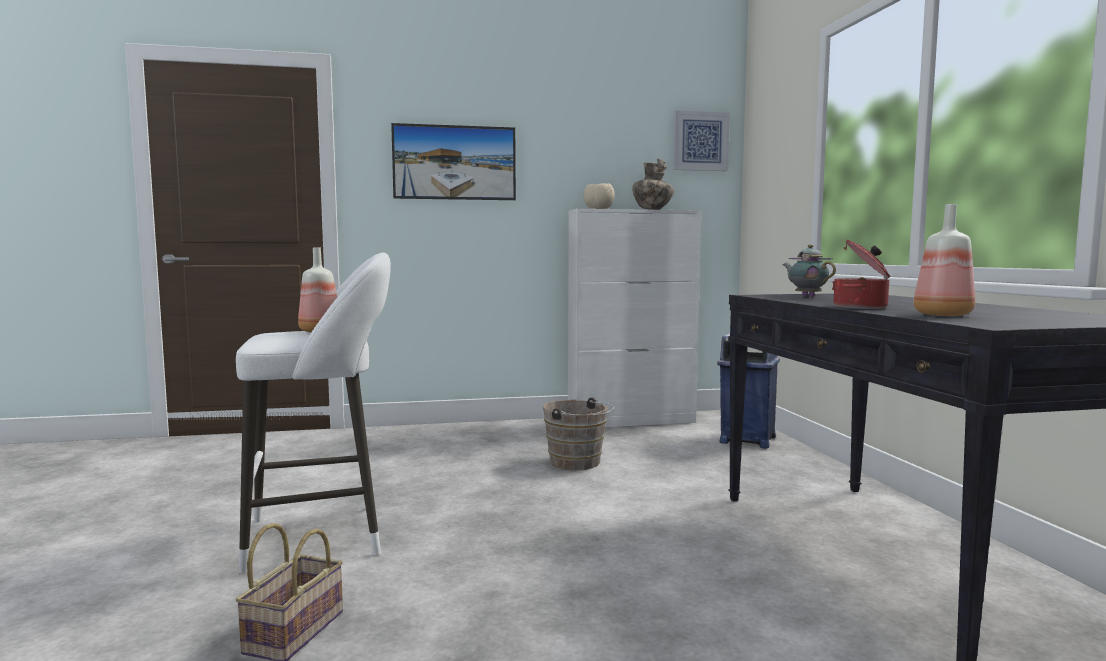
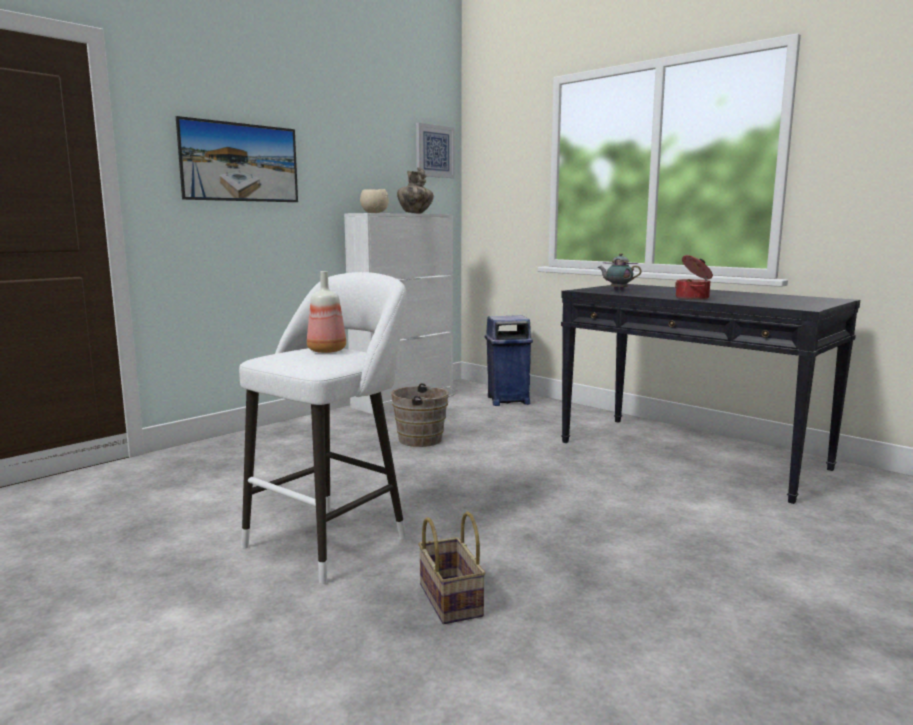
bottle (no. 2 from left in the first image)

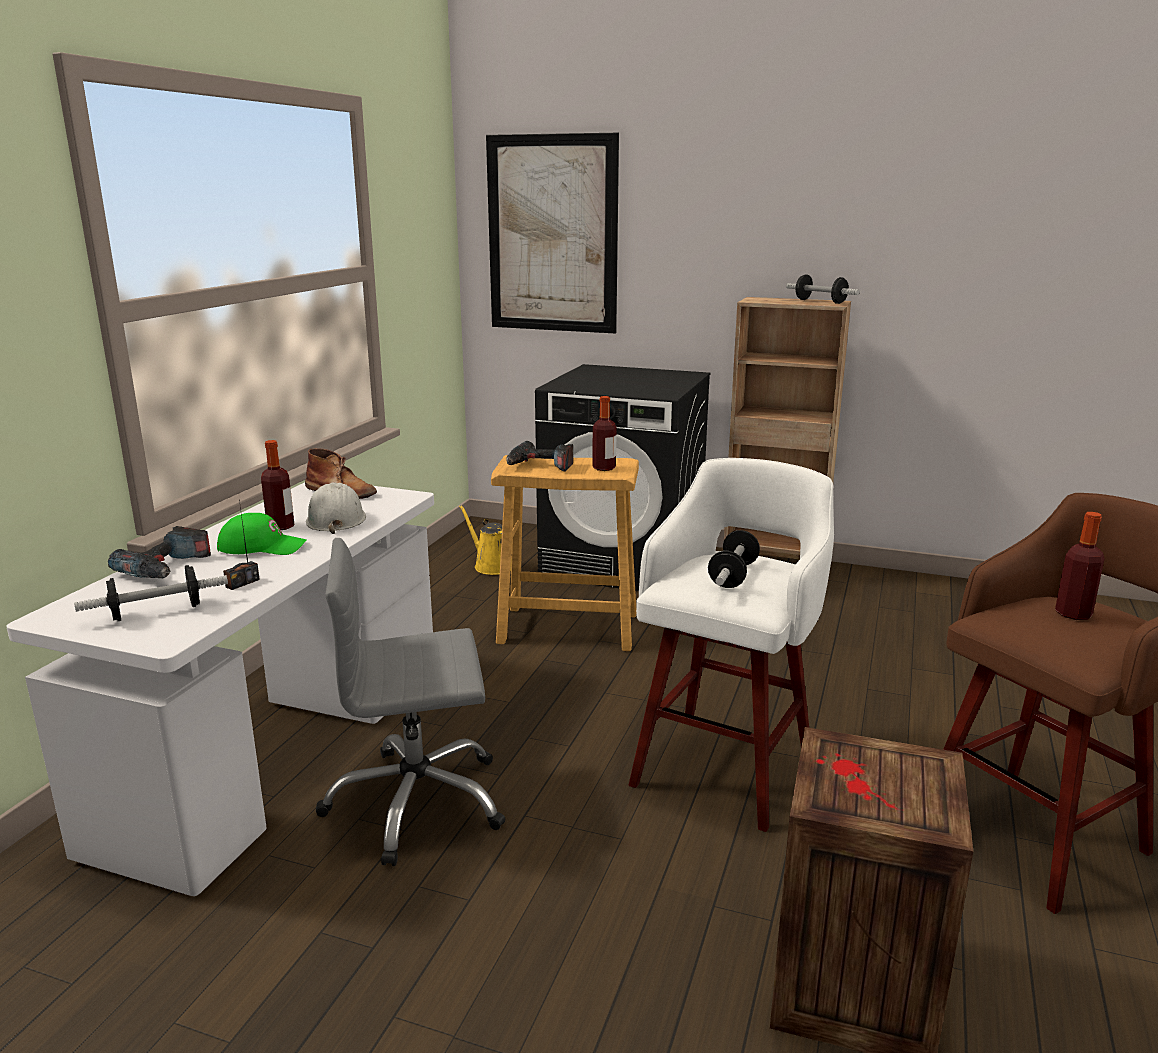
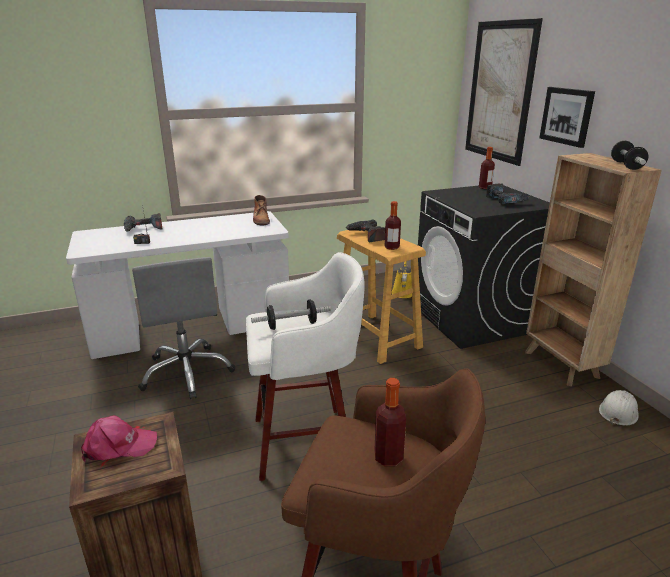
dumbbell (no. 1 from left in the first image)
green cap
bottle (no. 3 from left)
white hard hat
grey office chair
pink cap
power drill (no. 3 from left)
picture (no. 2 from left)

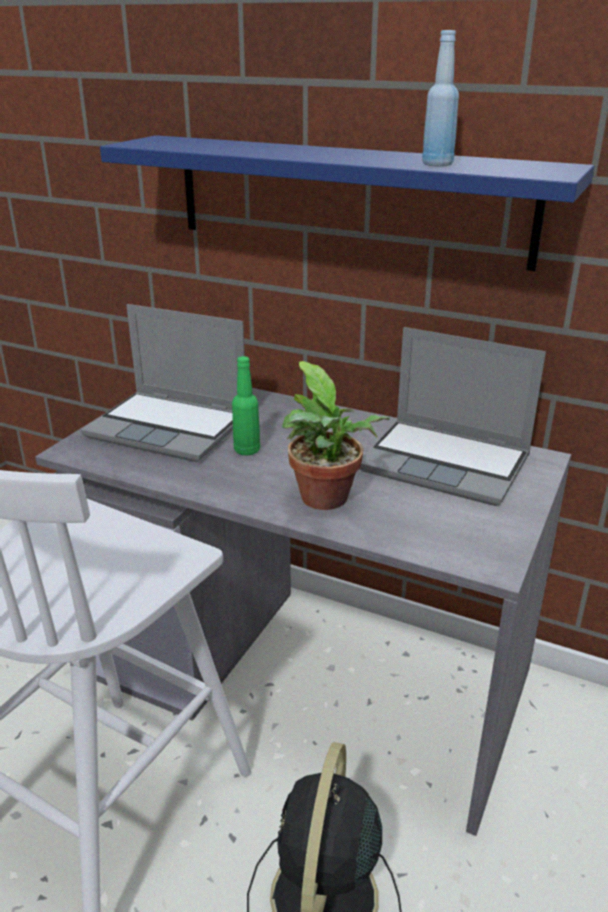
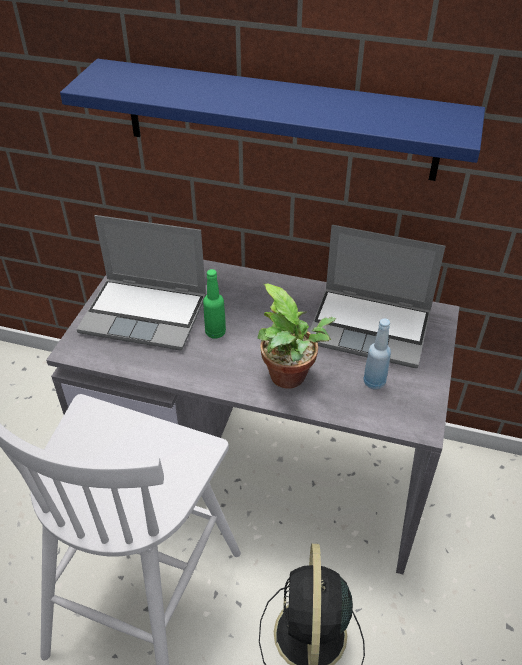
blue bottle

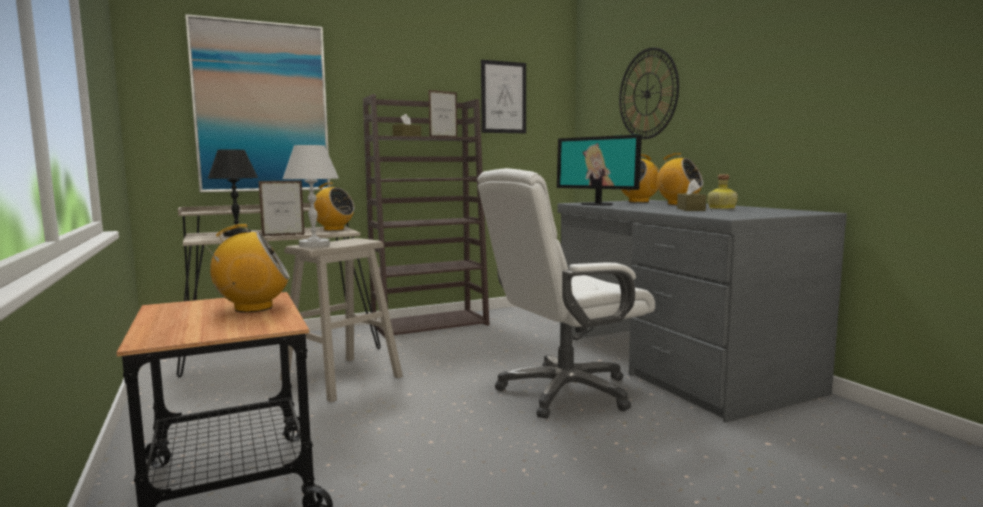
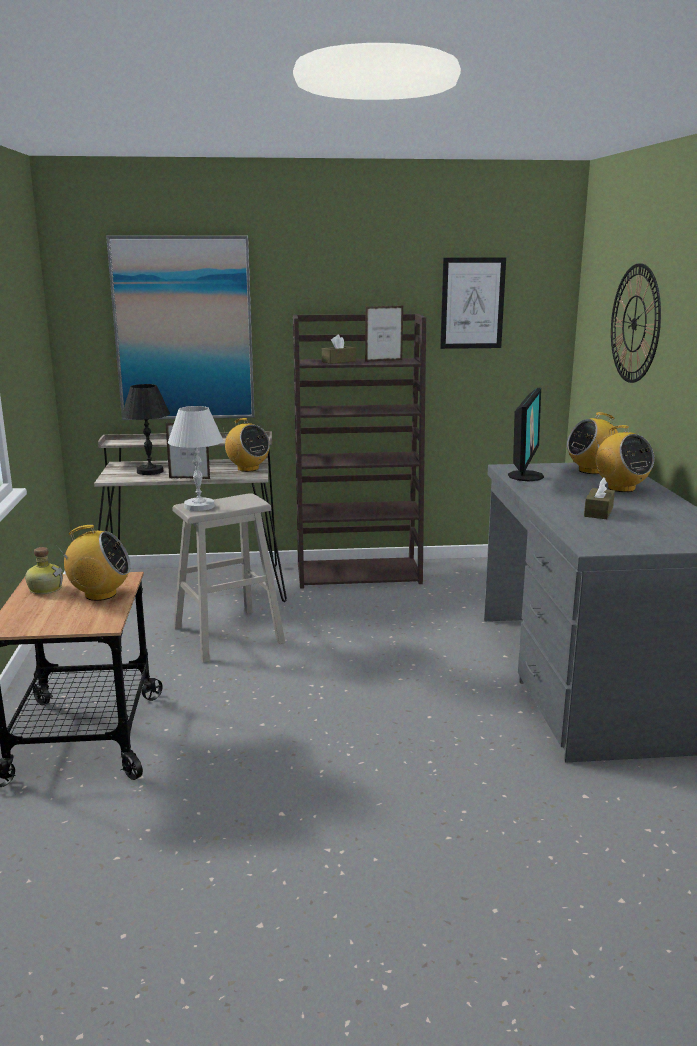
white office chair
monitor
bottle

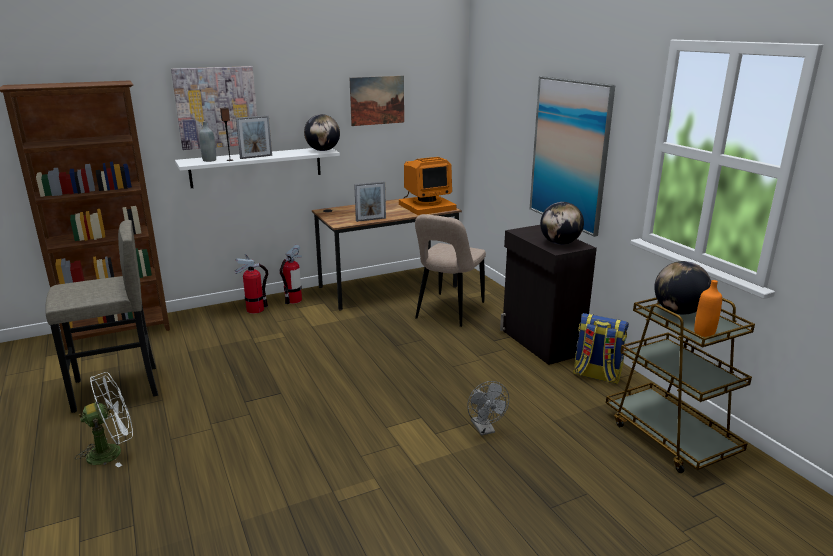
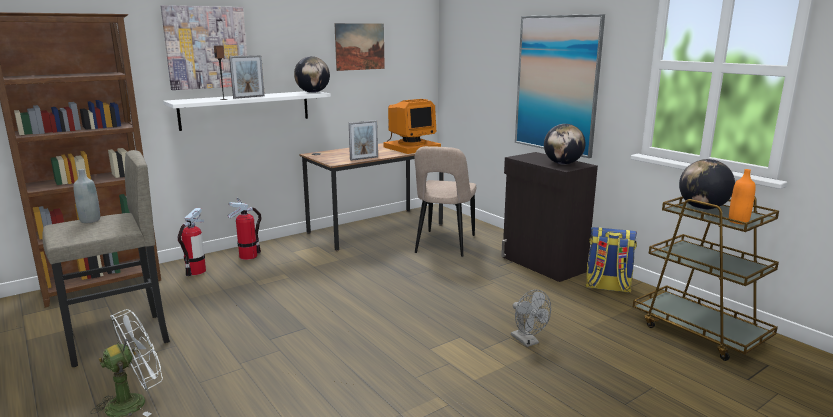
grey bottle
fire extinguisher (no. 1 from left)

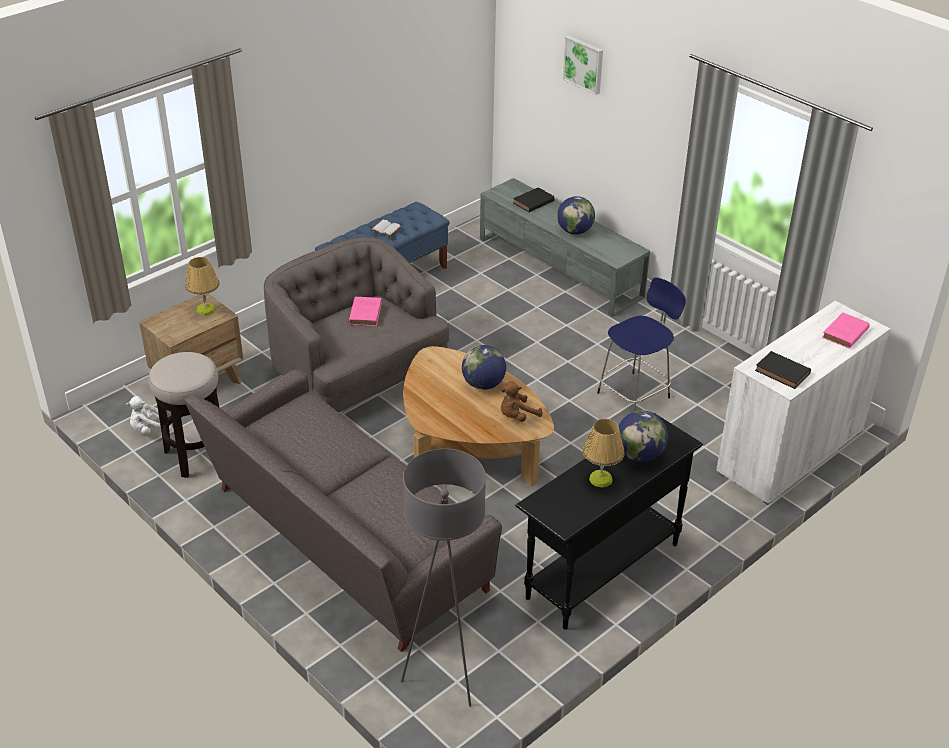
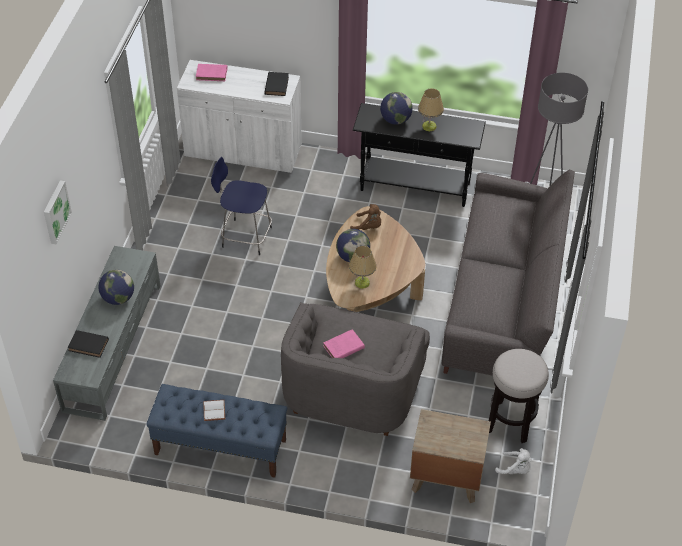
table lamp (no. 1 from left)

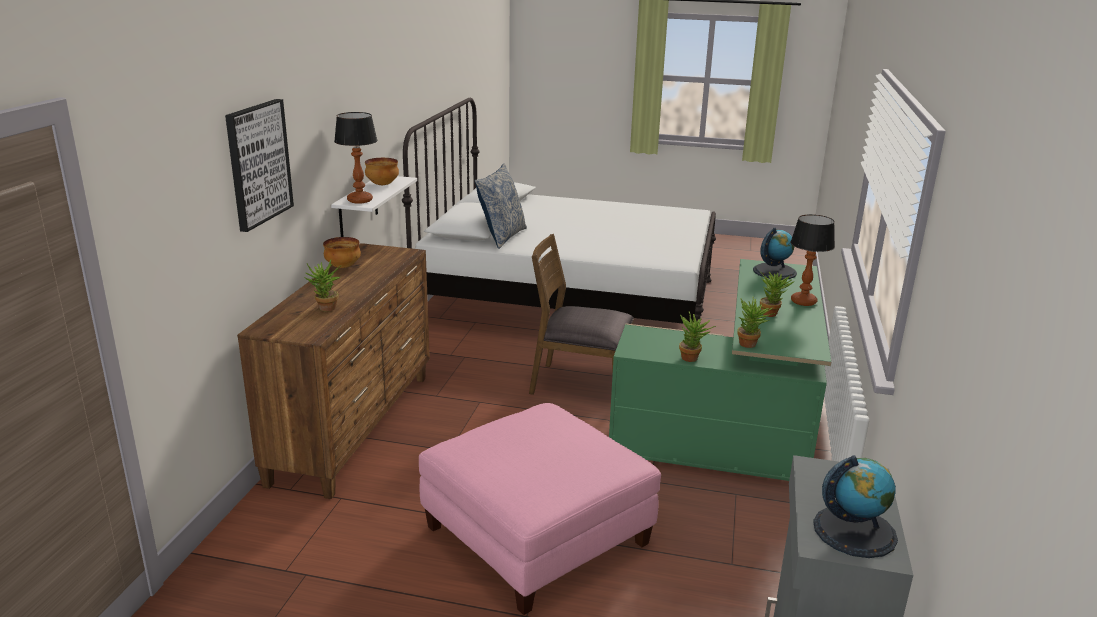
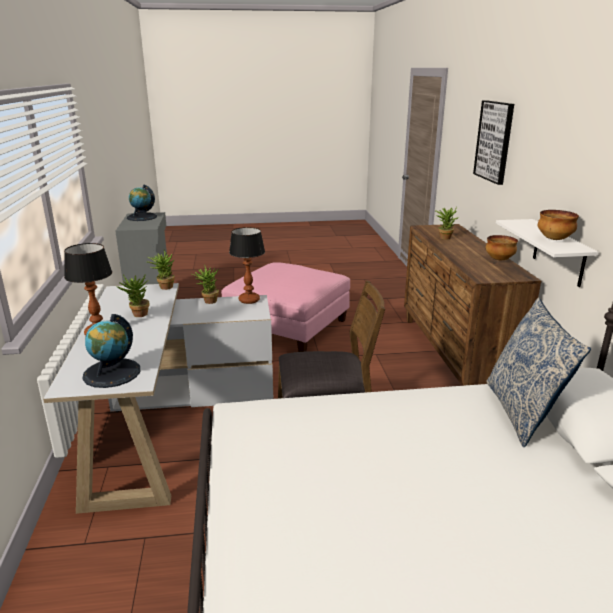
table lamp (no. 2 from left)
white desk

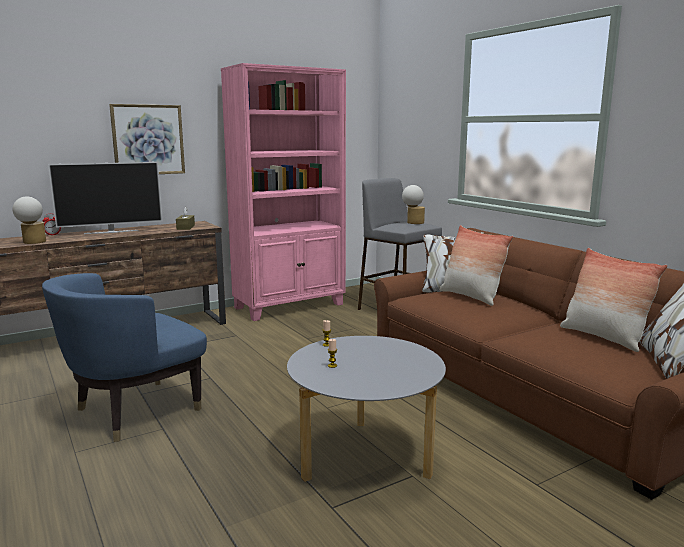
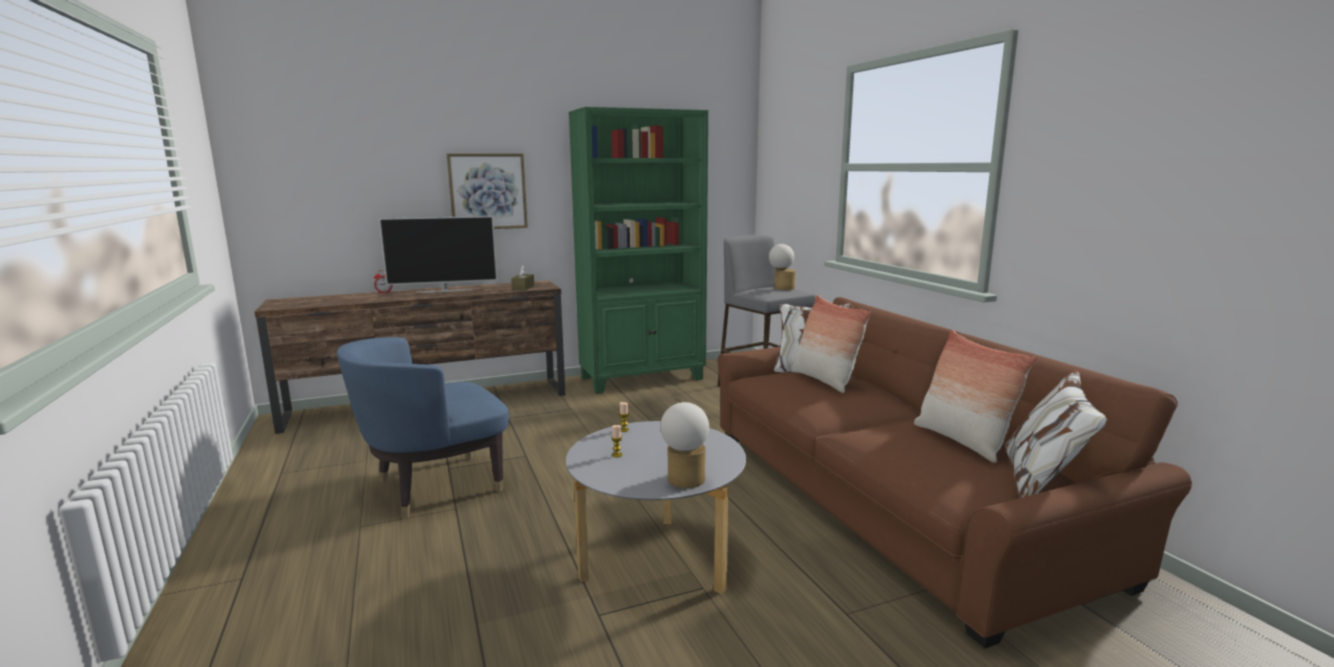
table lamp (no. 1 from left)
green bookcase

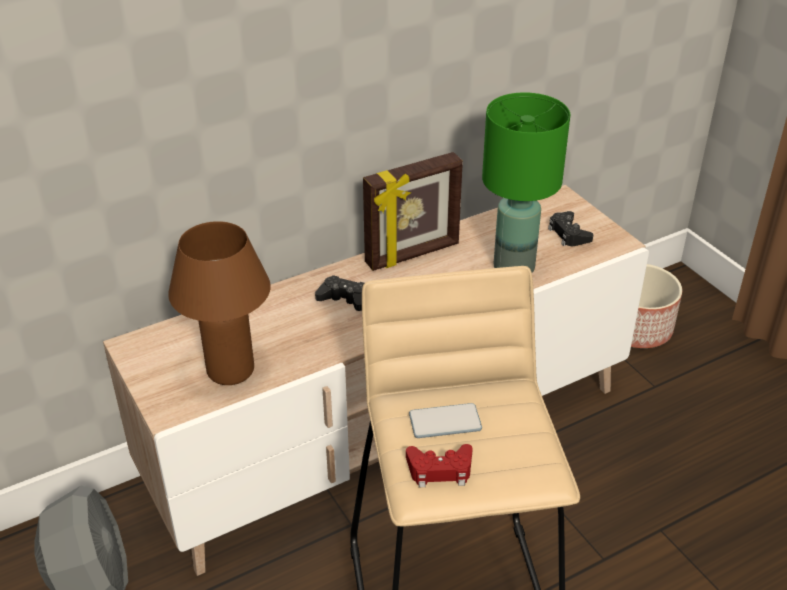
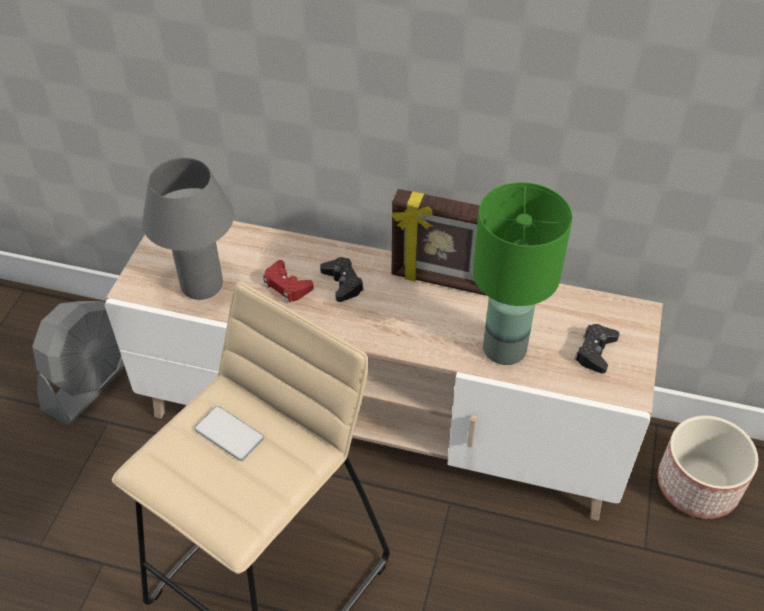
grey table lamp
red game controller

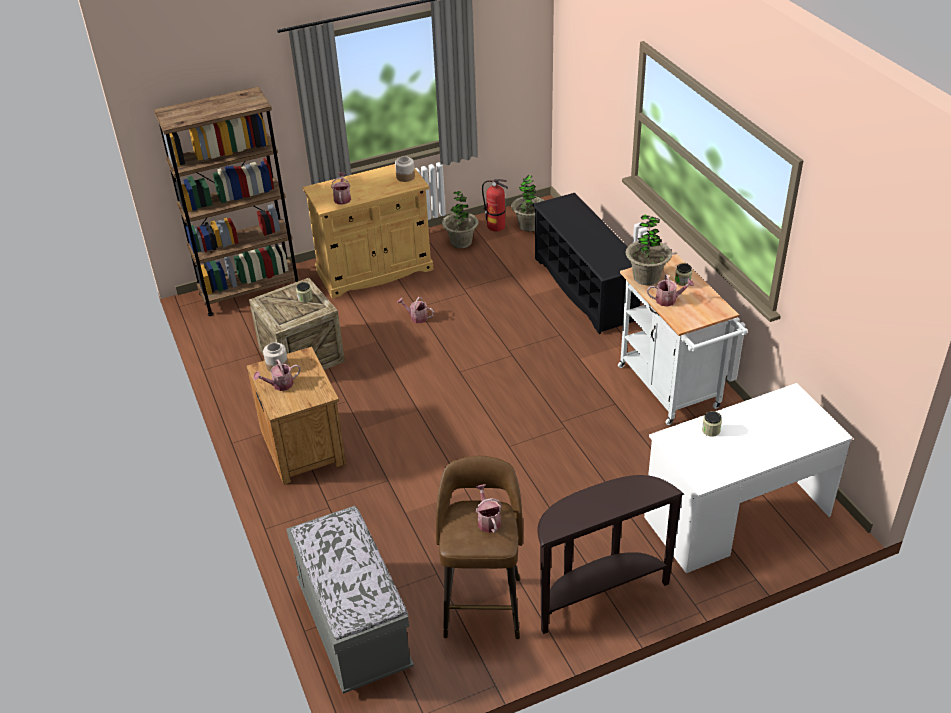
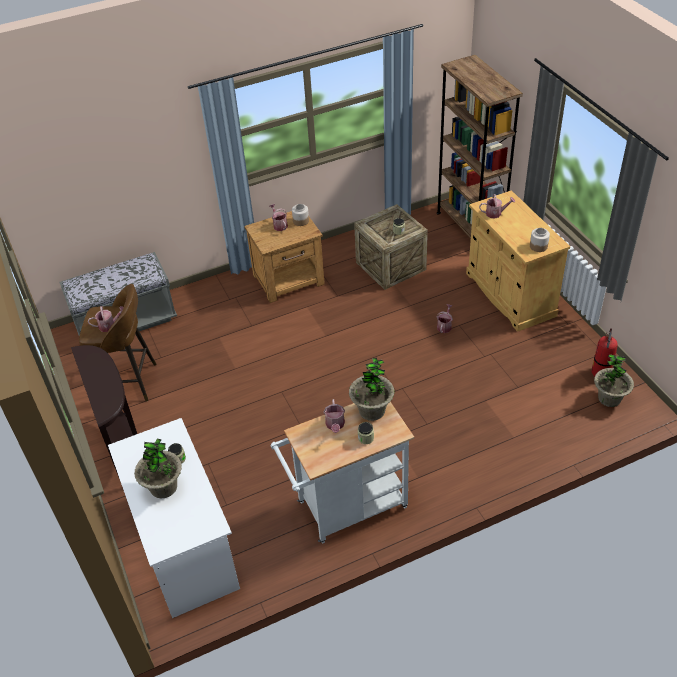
potted plant (no. 1 from left)
black shoe rack

